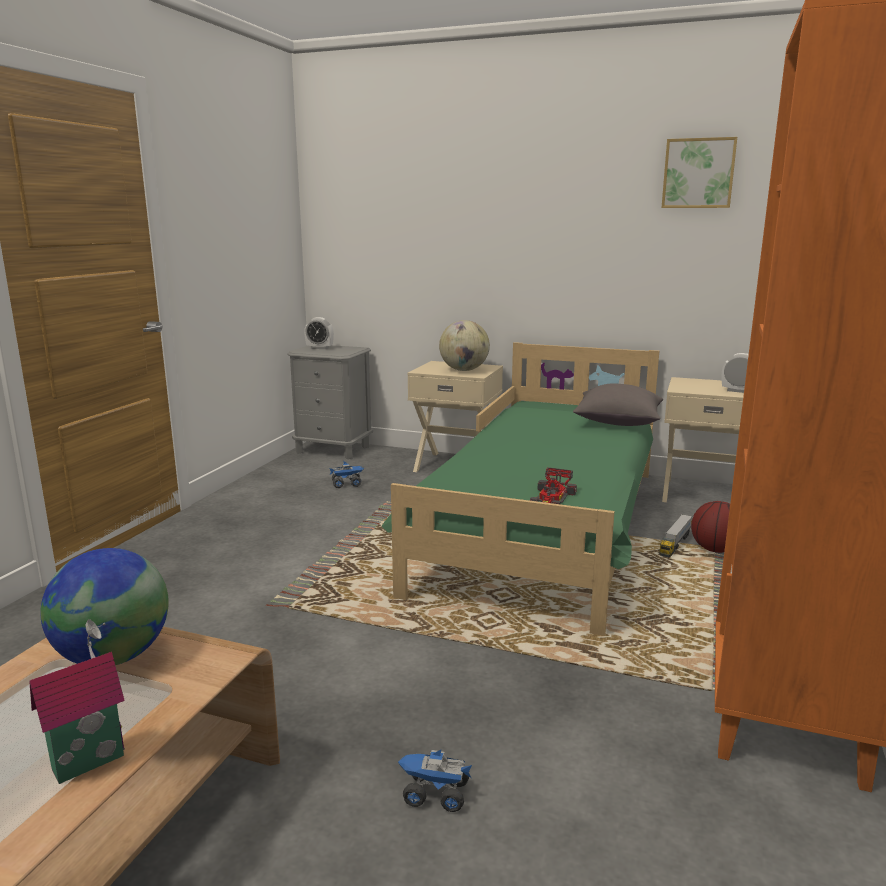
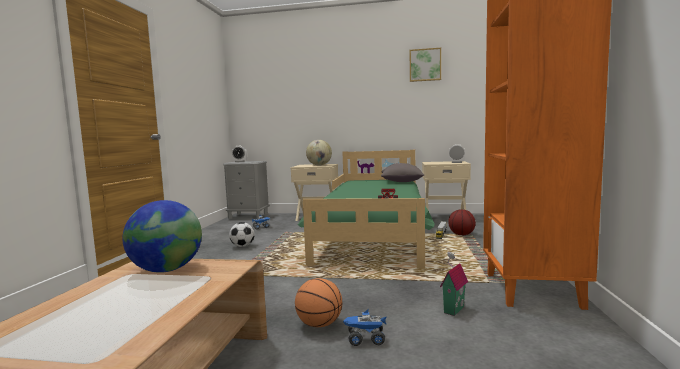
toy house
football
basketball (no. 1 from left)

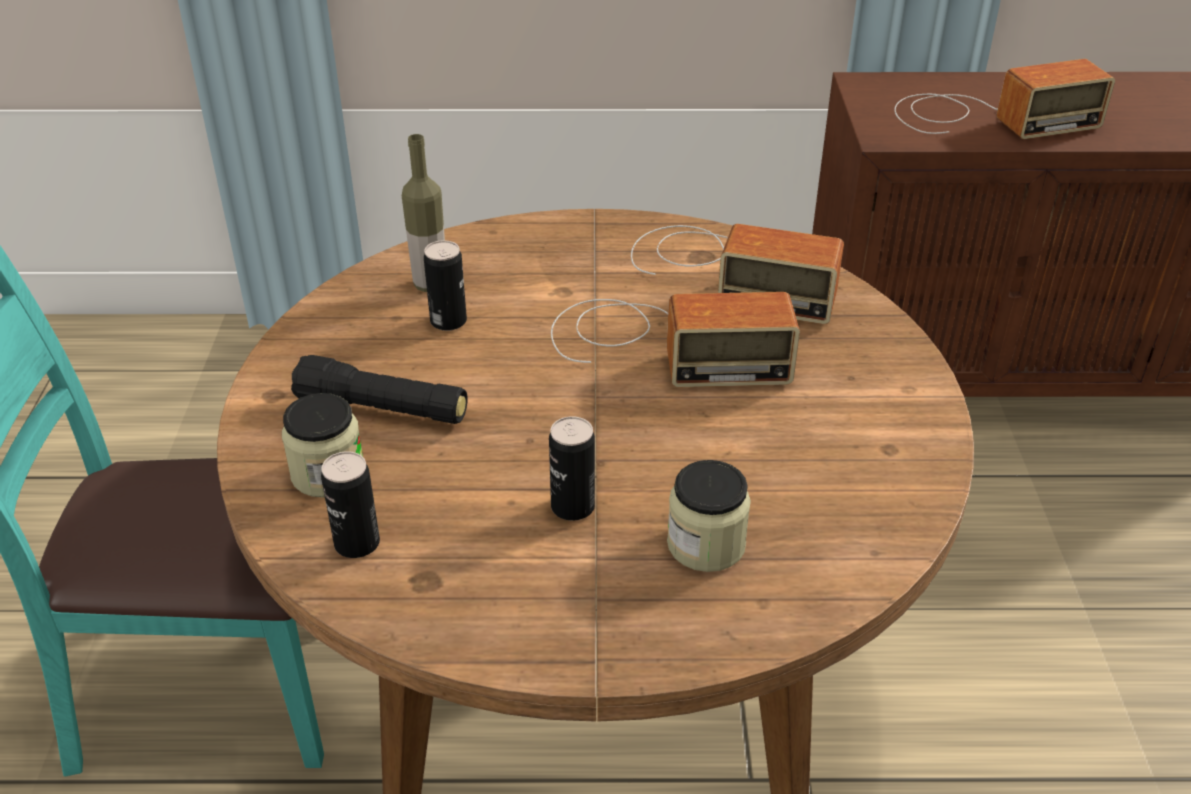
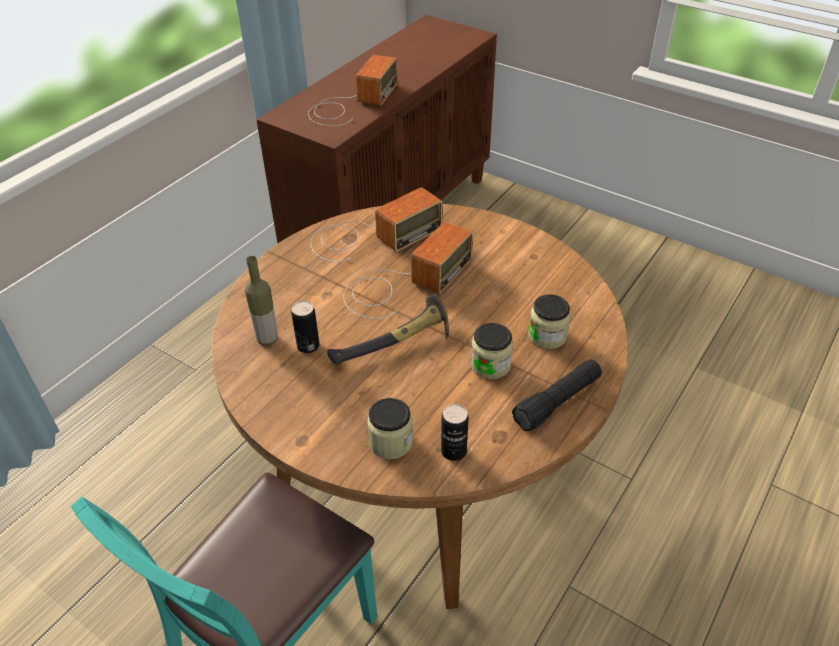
black flashlight
jar (no. 2 from left)
hammer

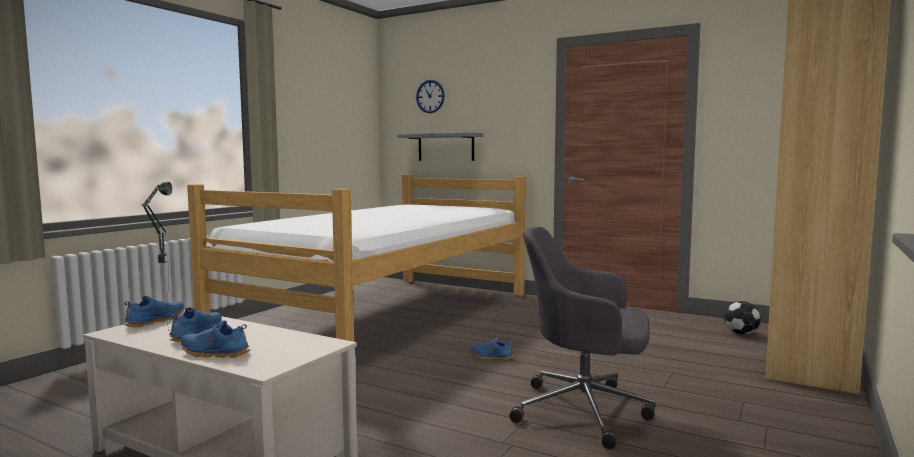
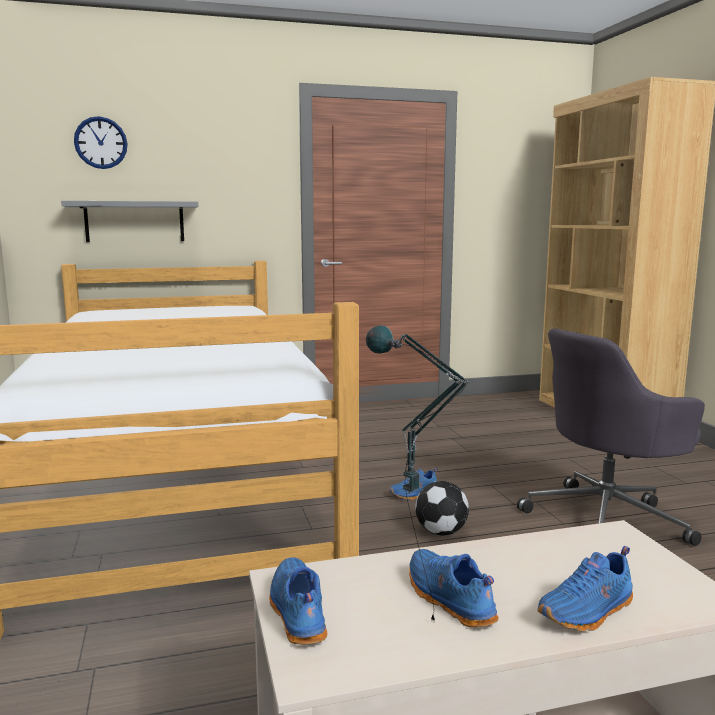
football

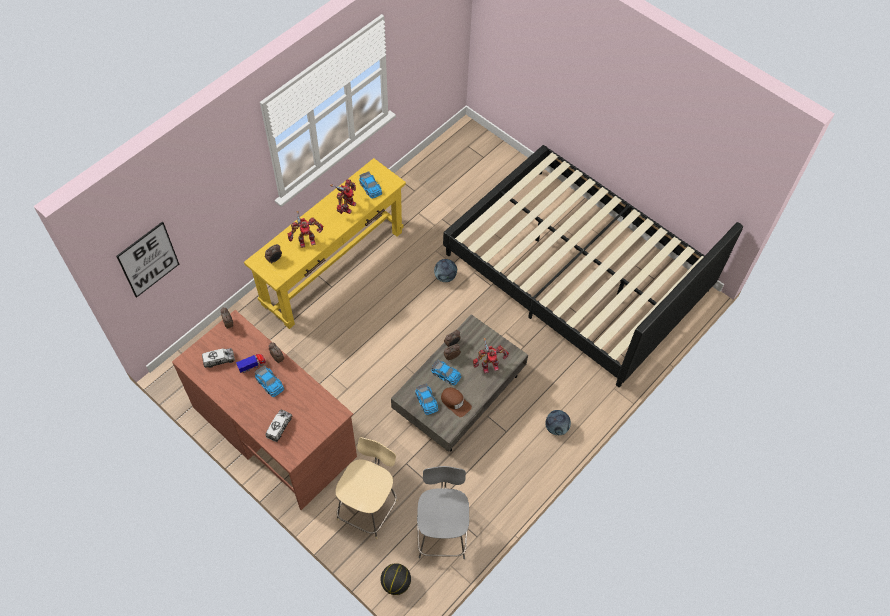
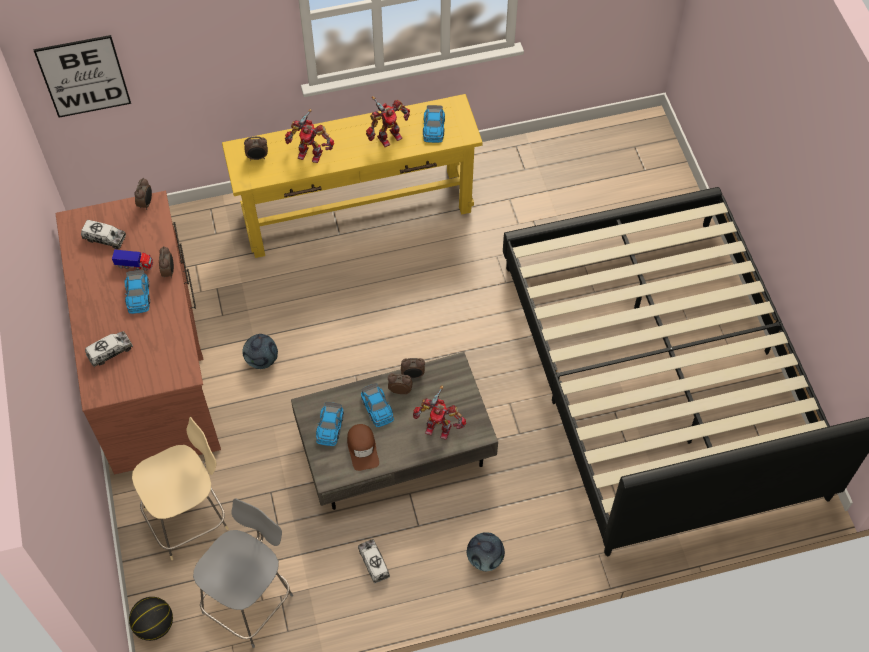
football (no. 1 from left)
toy truck (no. 4 from left)

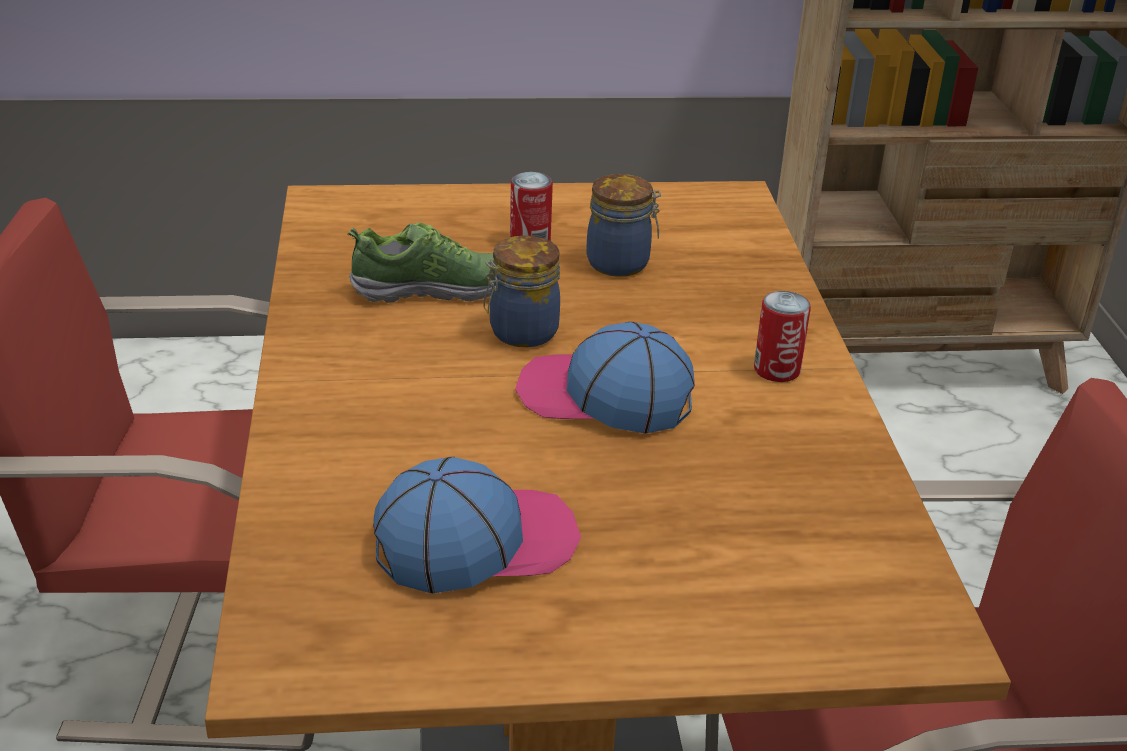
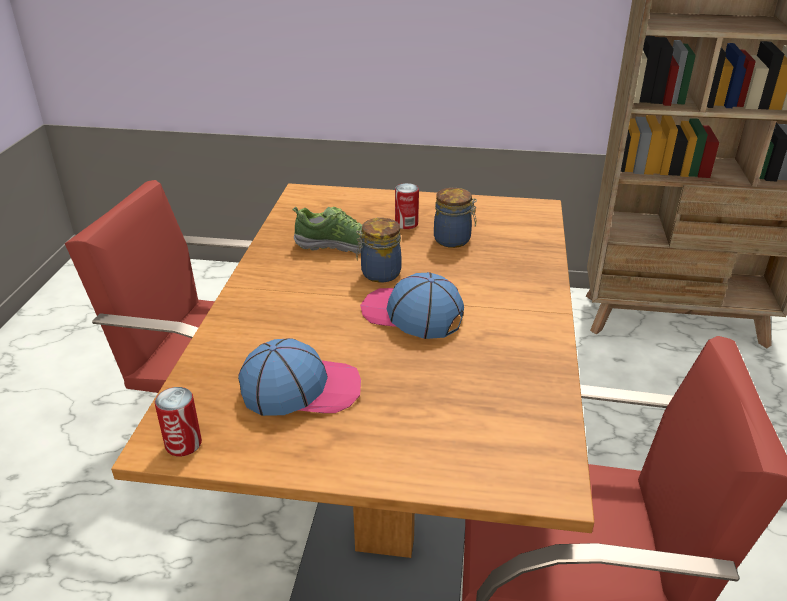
can (no. 1 from left)

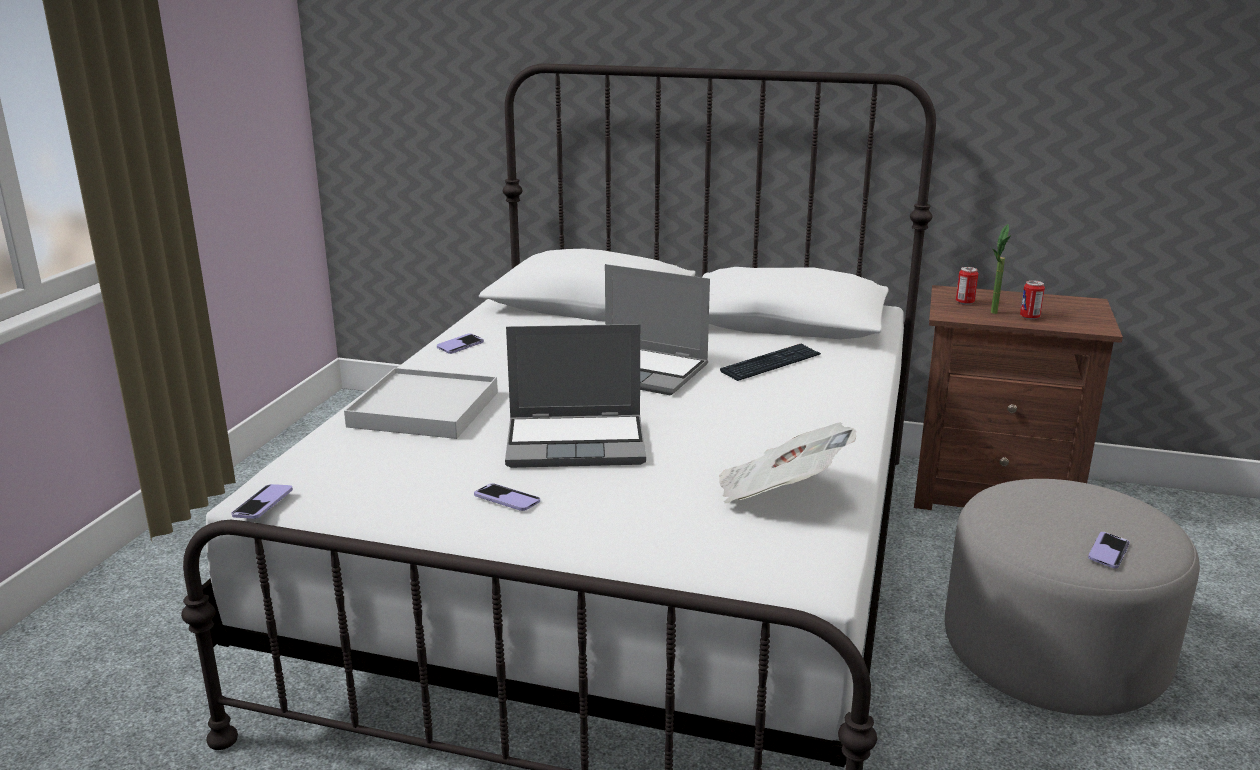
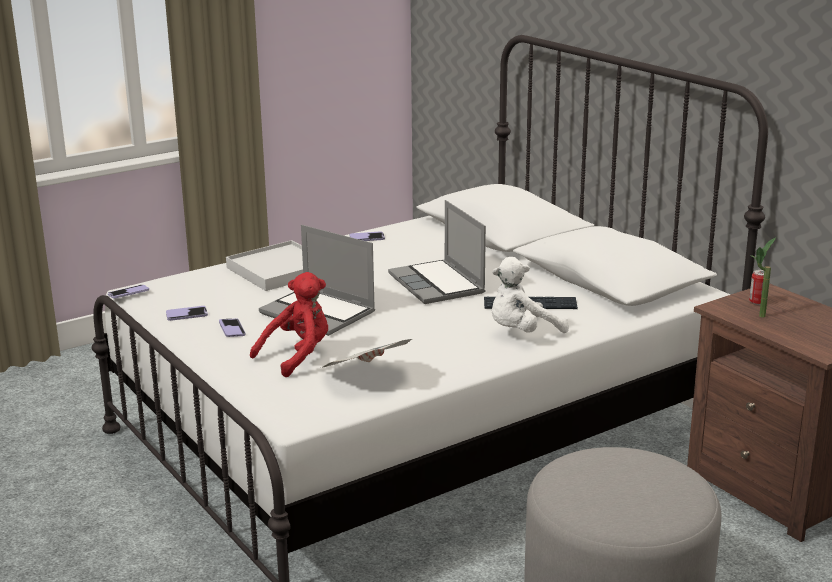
can (no. 2 from left in the first image)
phone (no. 2 from left)
red plush toy
white plush toy

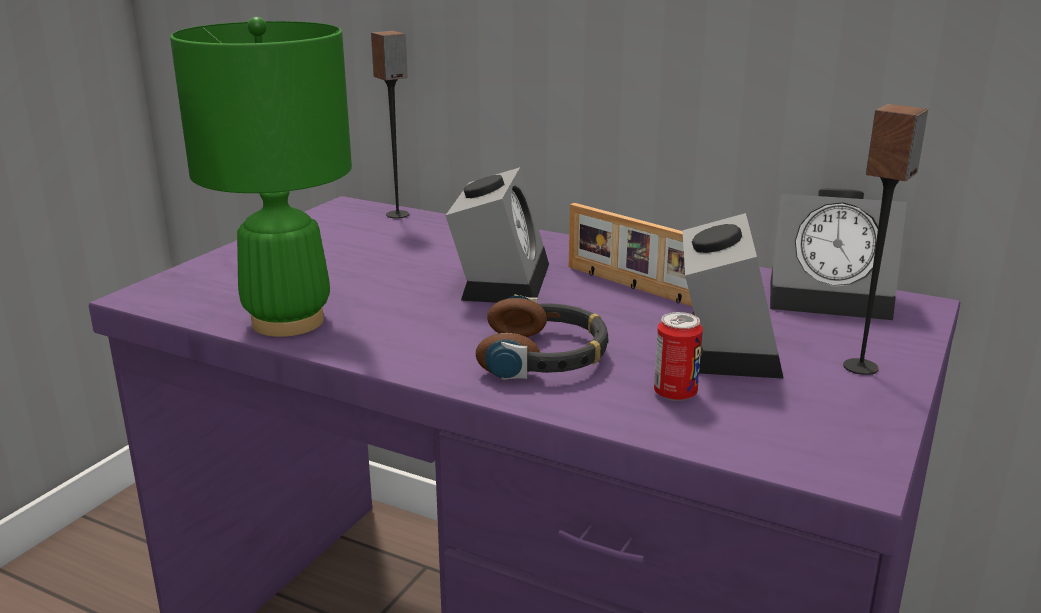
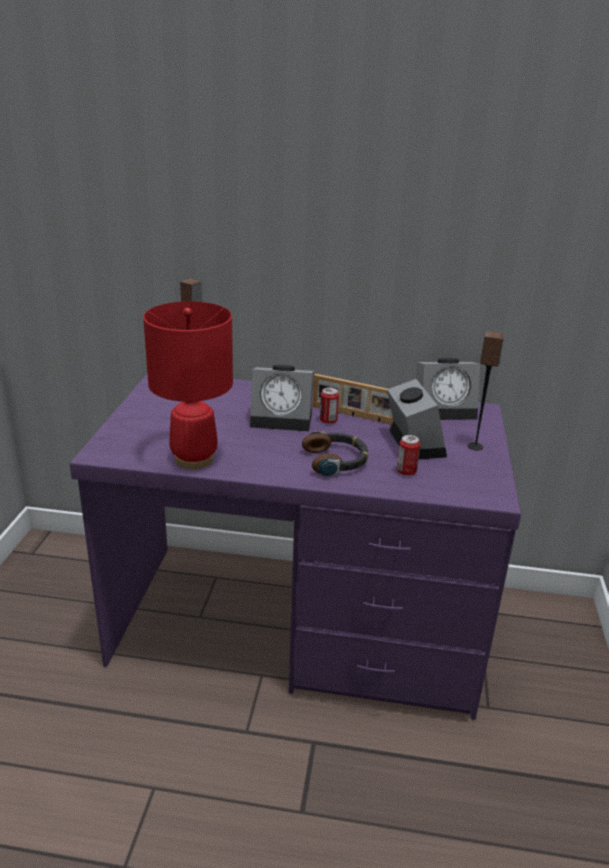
red table lamp
alarm clock (no. 1 from left)
can (no. 1 from left)

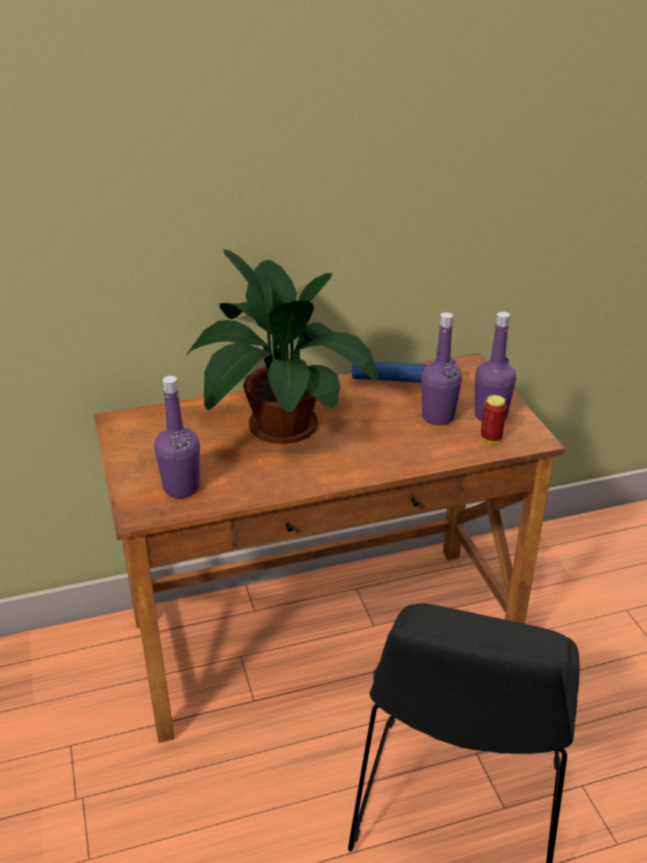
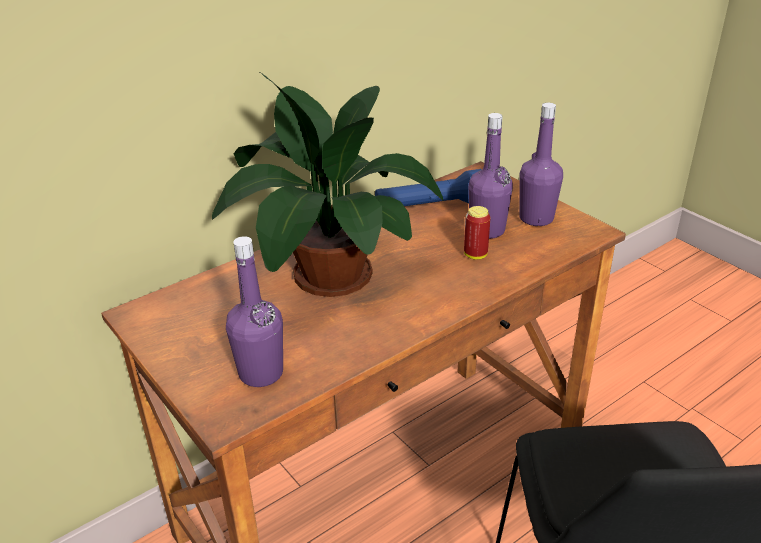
can

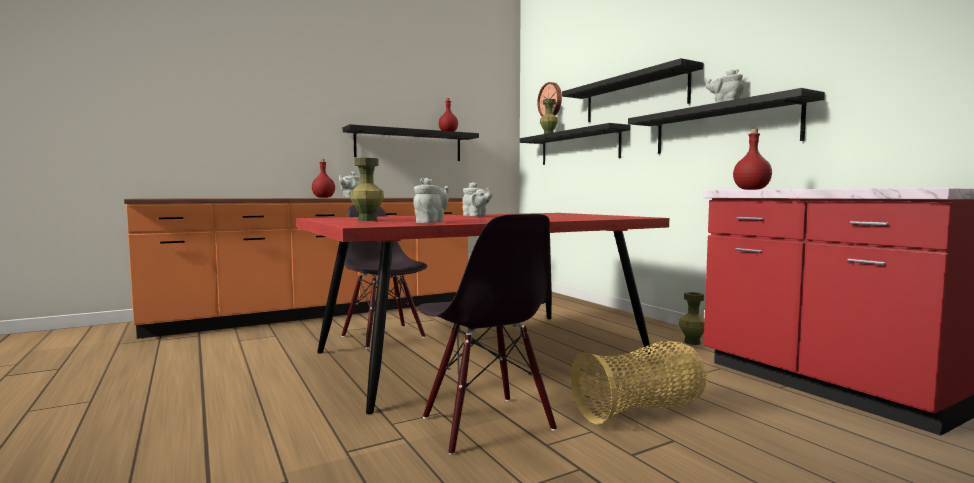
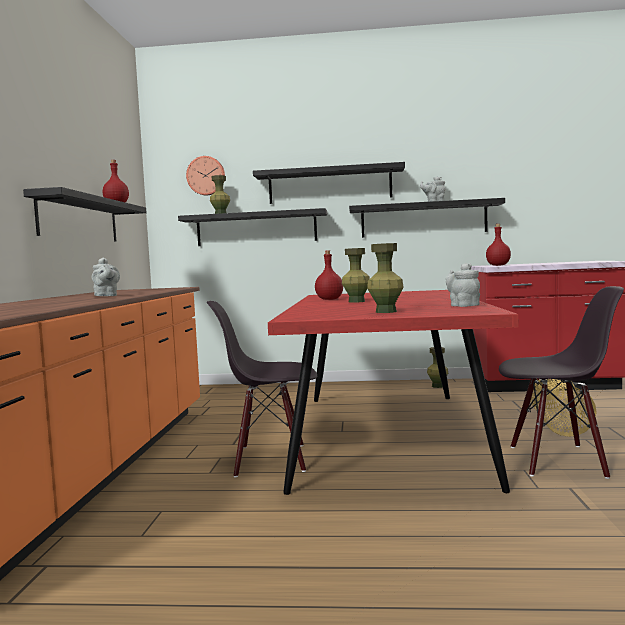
red bottle (no. 2 from left)
green vase (no. 2 from left)

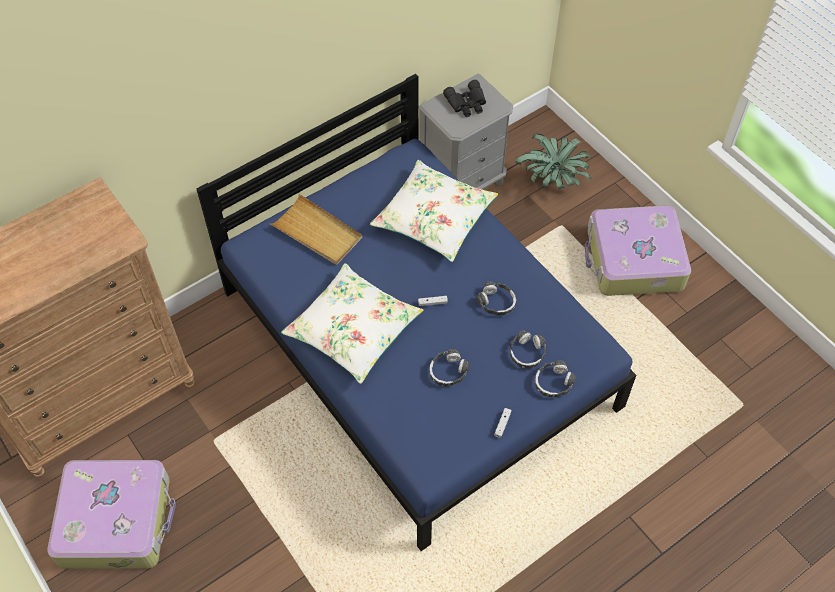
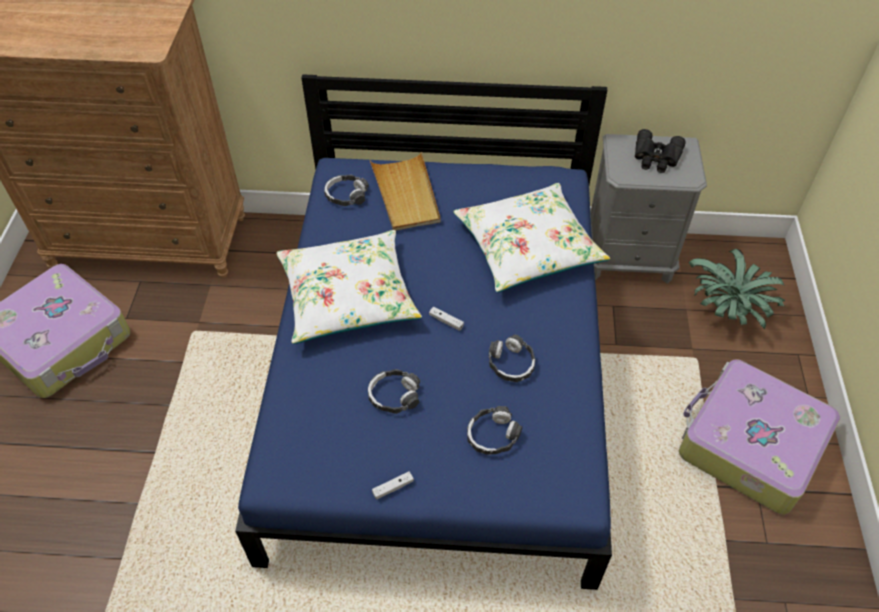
headphones (no. 1 from left)

